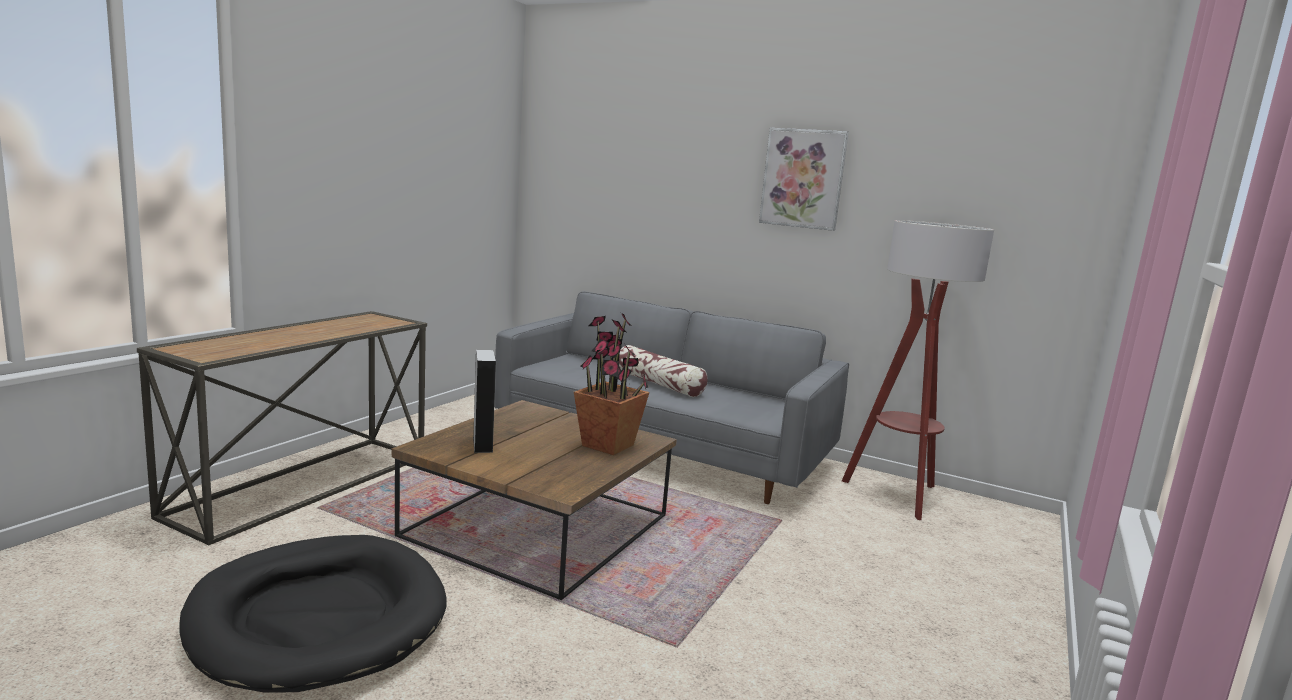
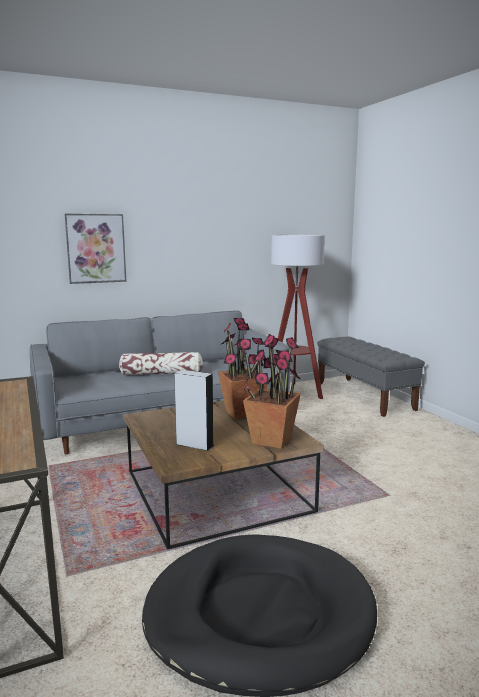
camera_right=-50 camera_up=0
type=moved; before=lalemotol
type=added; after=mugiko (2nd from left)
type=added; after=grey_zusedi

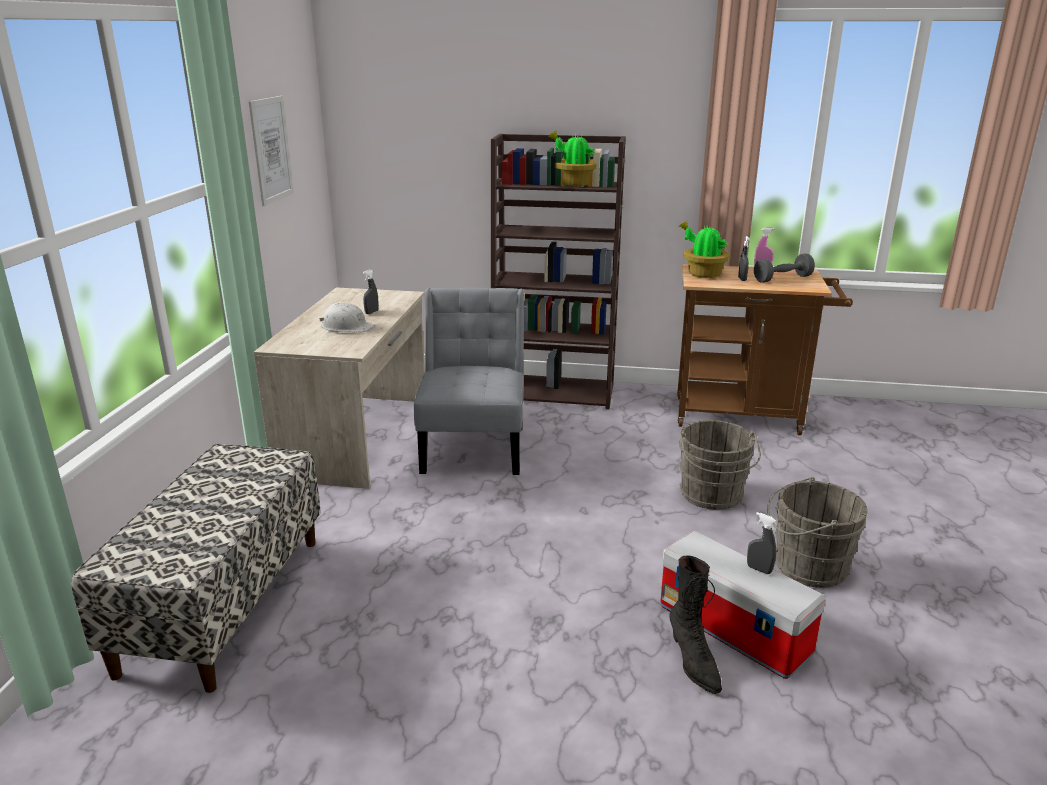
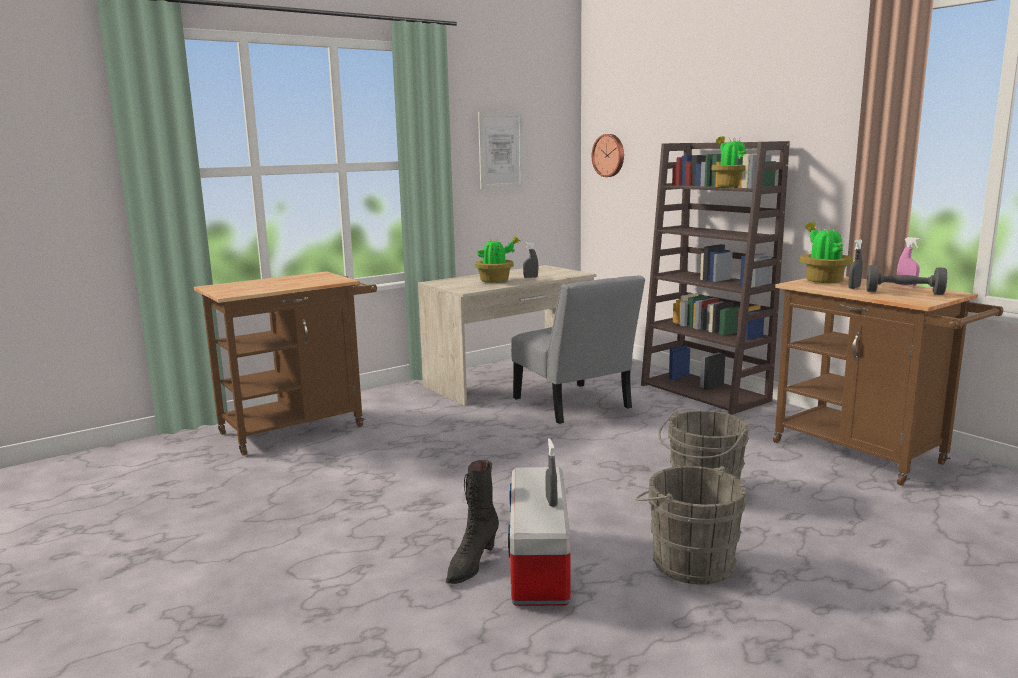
camera_right=45 camera_up=-10
type=replaced; before=zusedi; after=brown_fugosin (1st from left)
type=replaced; before=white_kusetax; after=mugiko (1st from left)
type=turned; before=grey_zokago; turn=105
type=added; after=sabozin

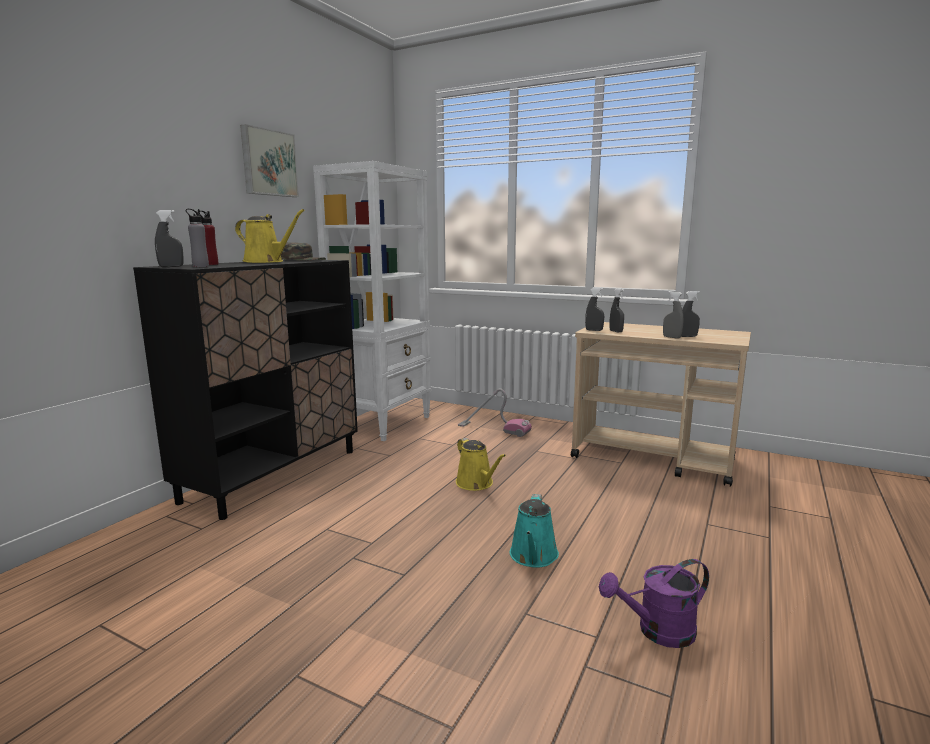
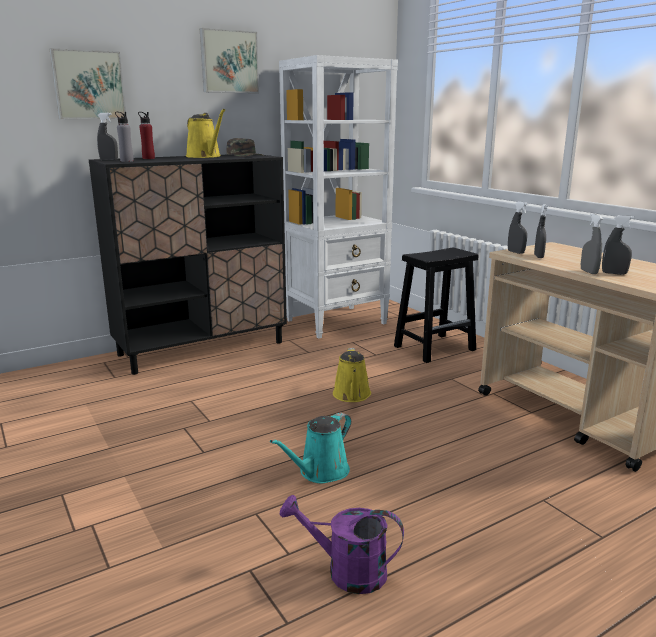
camera_right=30 camera_up=5
type=added; after=lalemotol (1st from left)
type=replaced; before=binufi; after=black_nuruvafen

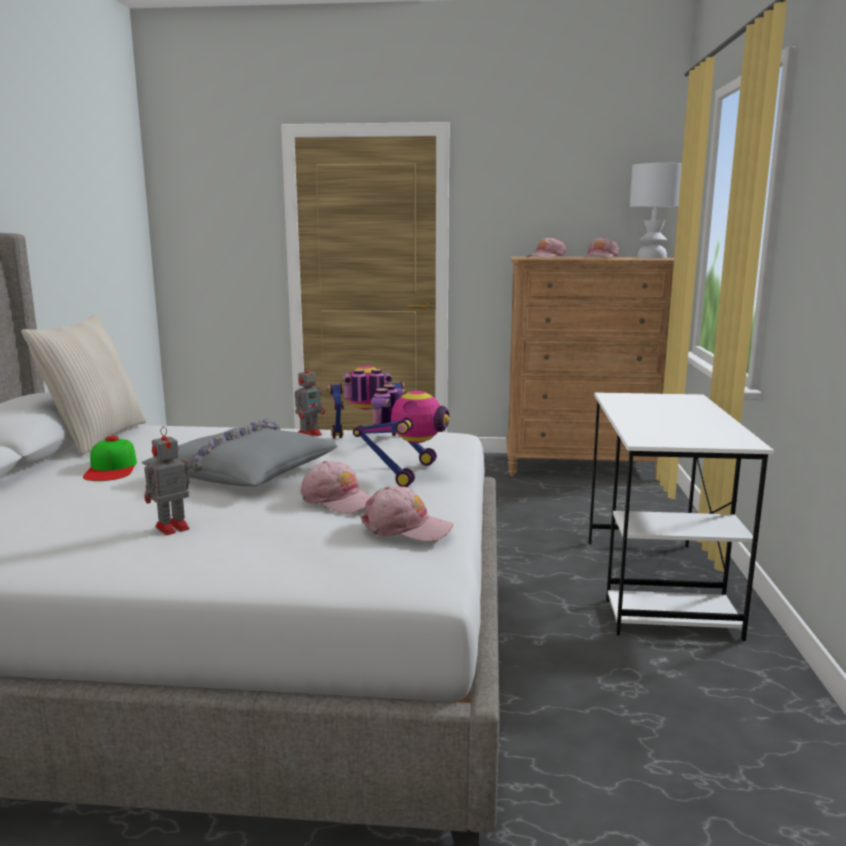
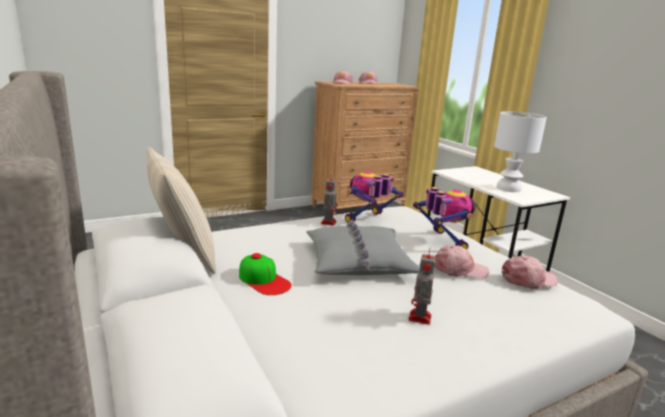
camera_right=-35 camera_up=5
type=moved; before=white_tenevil

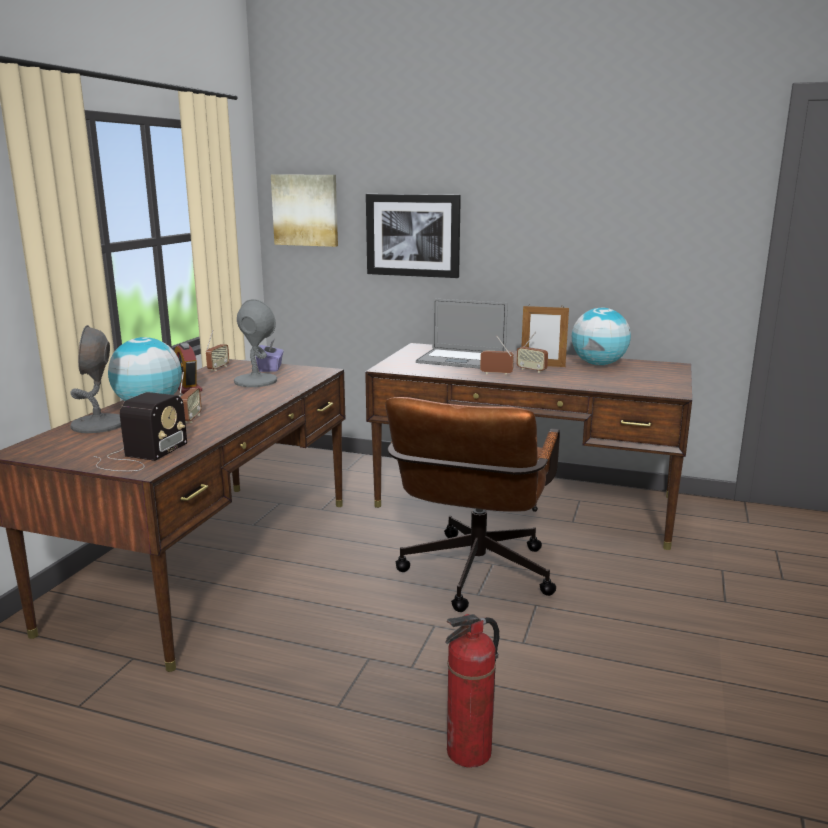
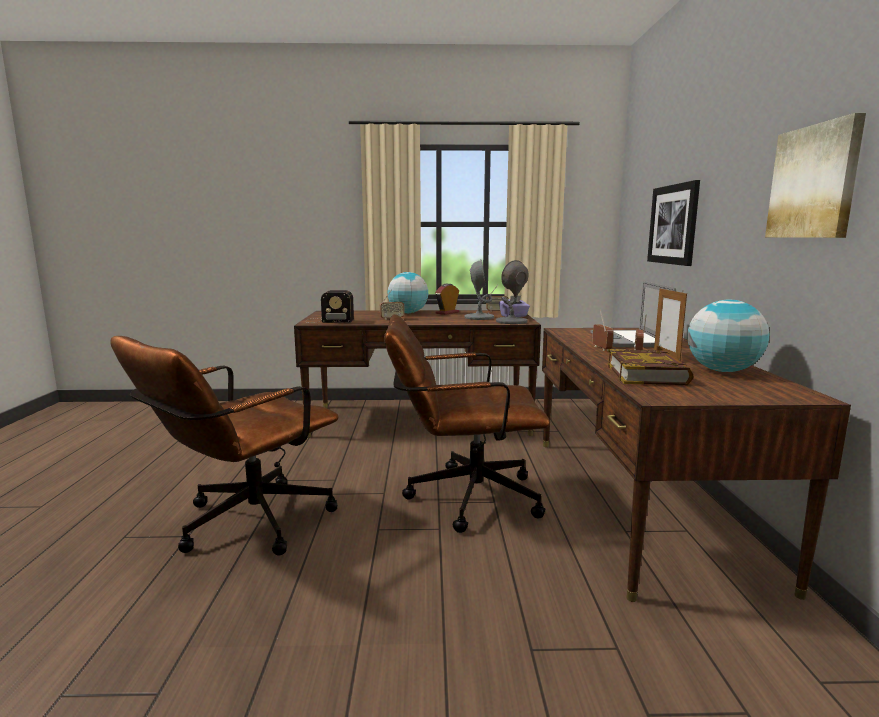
camera_right=70 camera_up=-5
type=replaced; before=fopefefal; after=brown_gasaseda (1st from left)
type=moved; before=grey_tenevil (1st from left in the first image); after=grey_tenevil (2nd from left)
type=added; after=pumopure
type=moved; before=lalemotol (1st from left in the first image); after=lalemotol (2nd from left)

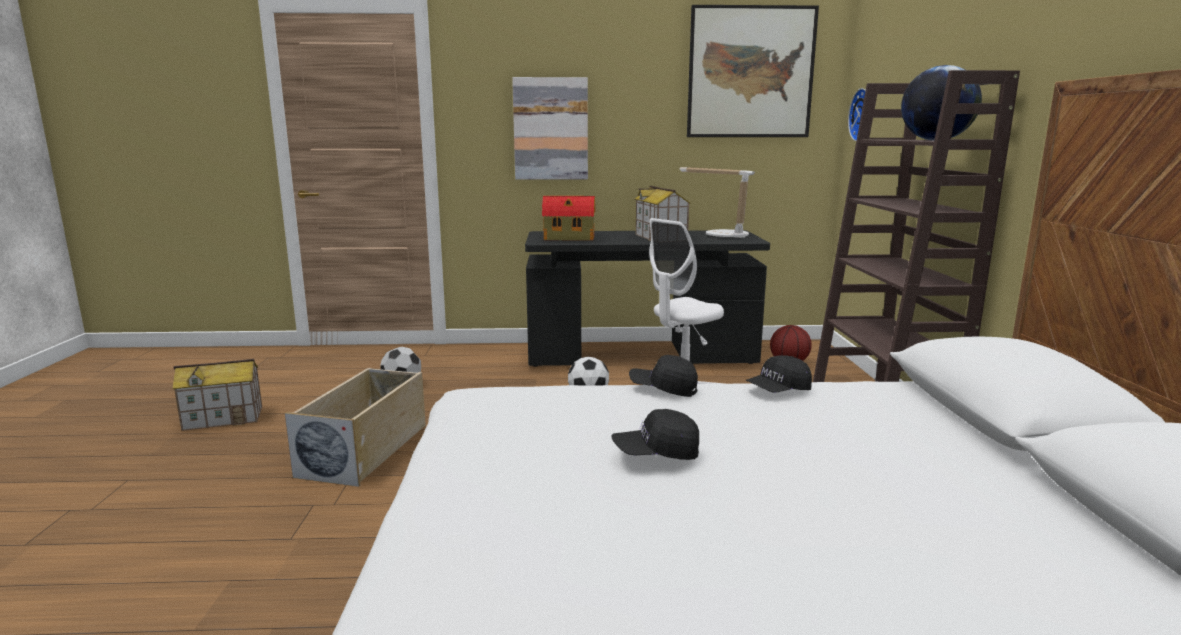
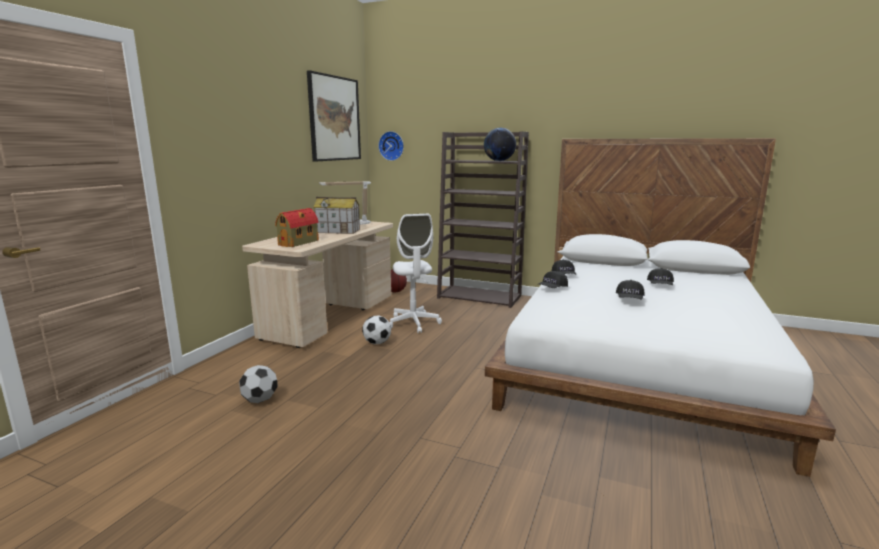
camera_right=-65 camera_up=0
type=recoloured; before=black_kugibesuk; after=beige_kugibesuk
type=added; after=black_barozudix (4th from left)
type=removed; before=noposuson (1st from left)
type=removed; before=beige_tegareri
type=removed; before=lalemotol (1st from left)

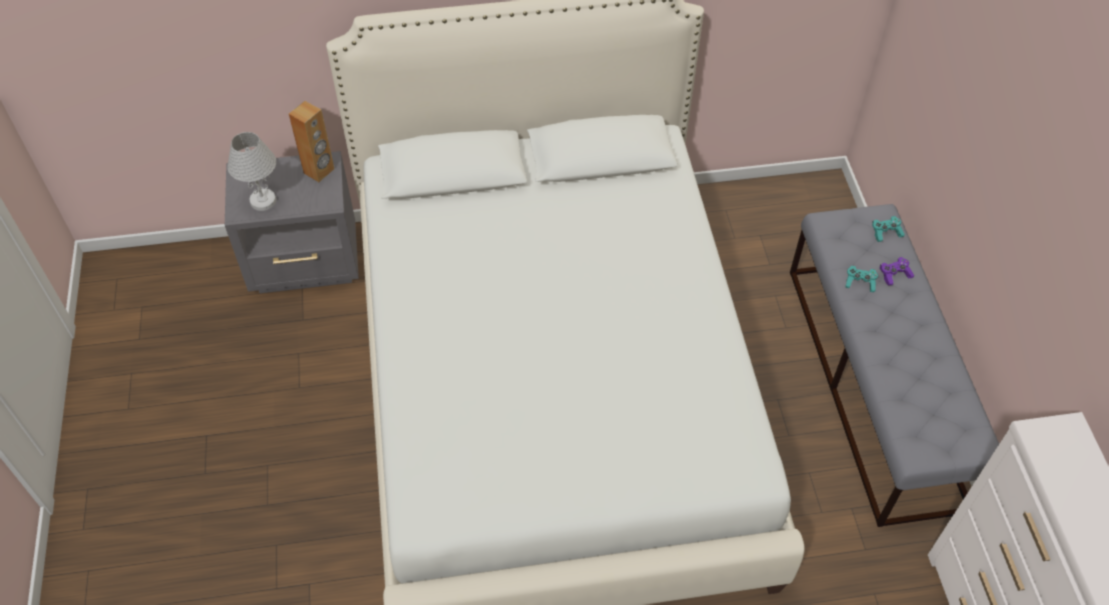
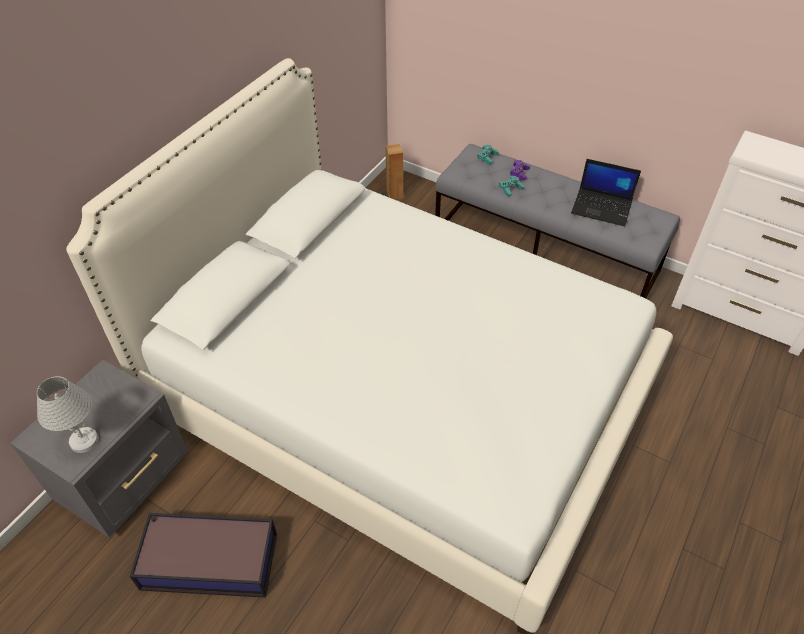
camera_right=-50 camera_up=-5
type=added; after=tegareri
type=moved; before=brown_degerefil
type=added; after=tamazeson

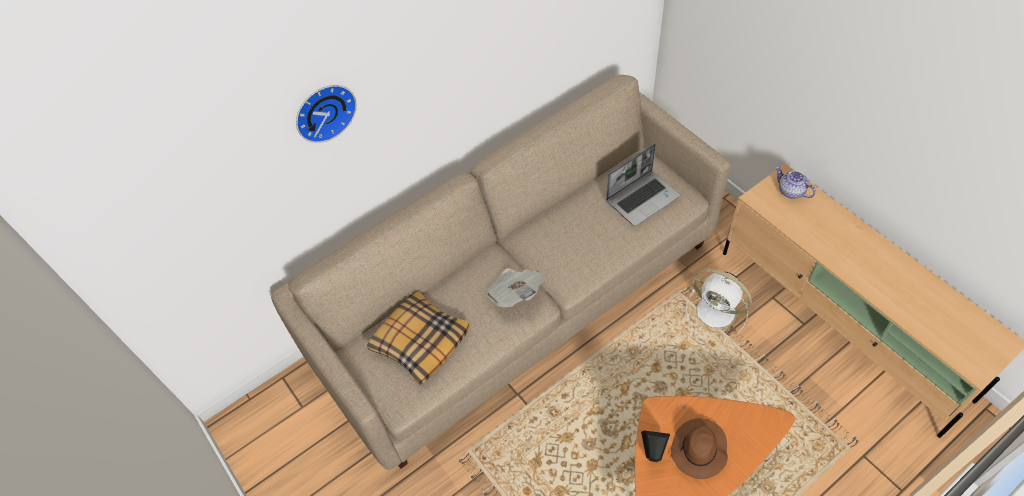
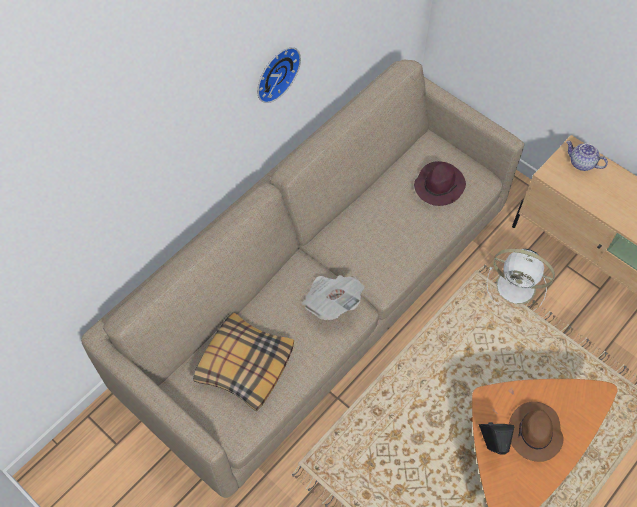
camera_right=-15 camera_up=5
type=moved; before=sabozin
type=replaced; before=tamazeson; after=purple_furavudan

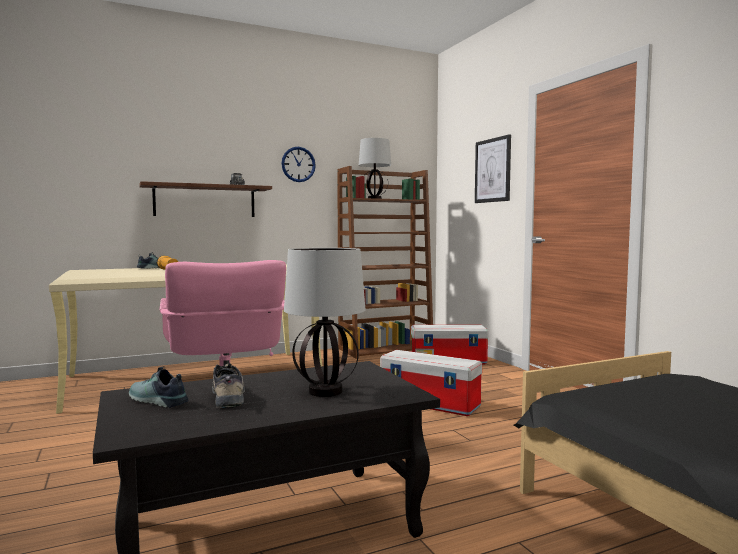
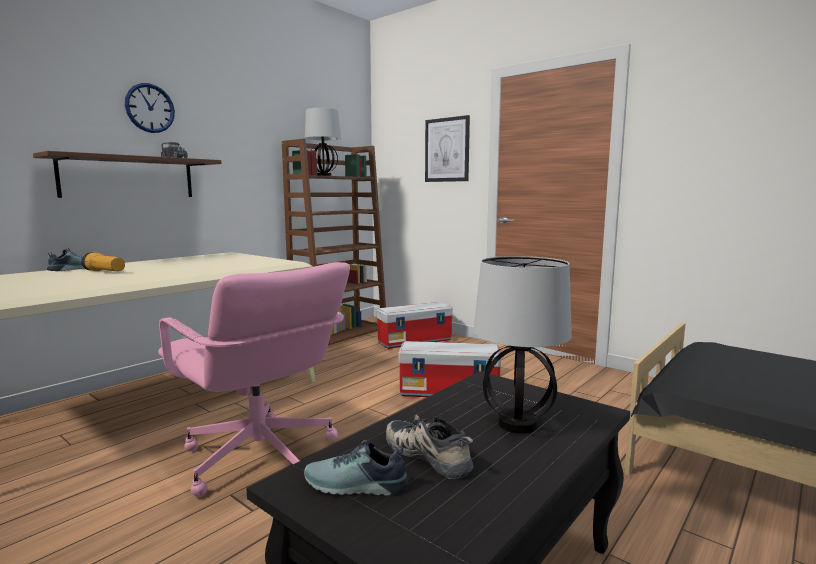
camera_right=-25 camera_up=5
type=moved; before=sabozin

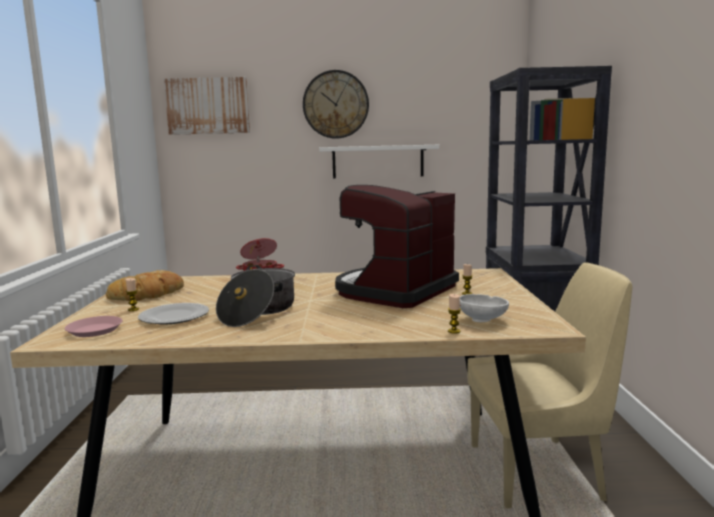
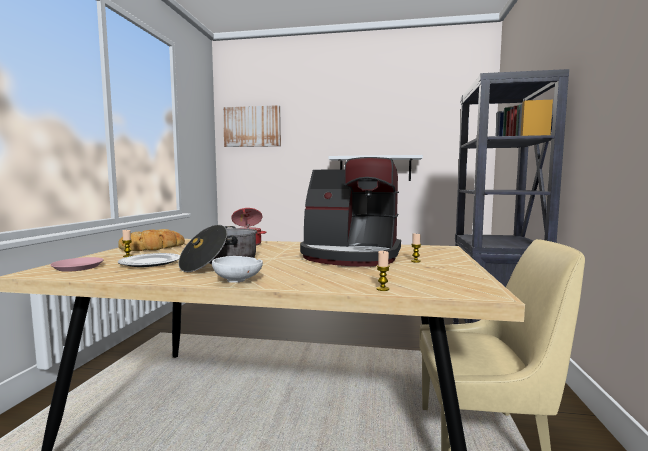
camera_right=10 camera_up=-5
type=moved; before=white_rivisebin
type=turned; before=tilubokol; turn=-120
type=removed; before=sabozin

